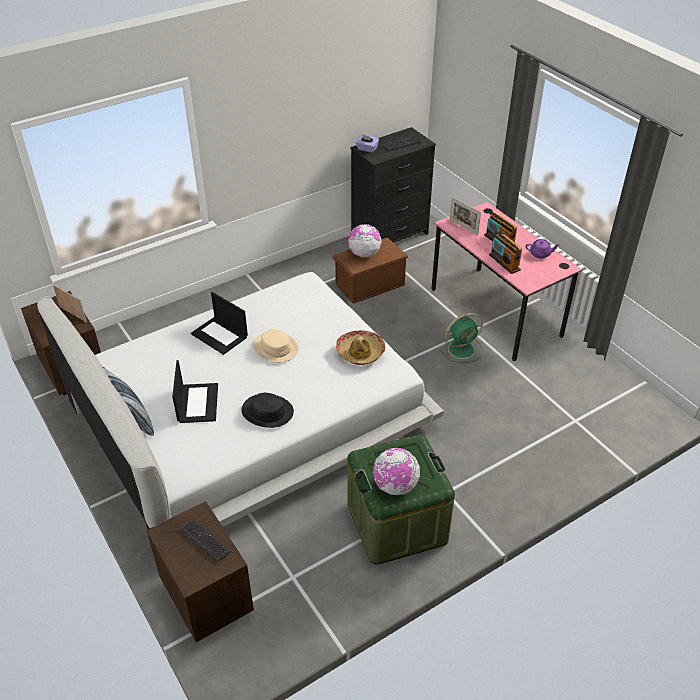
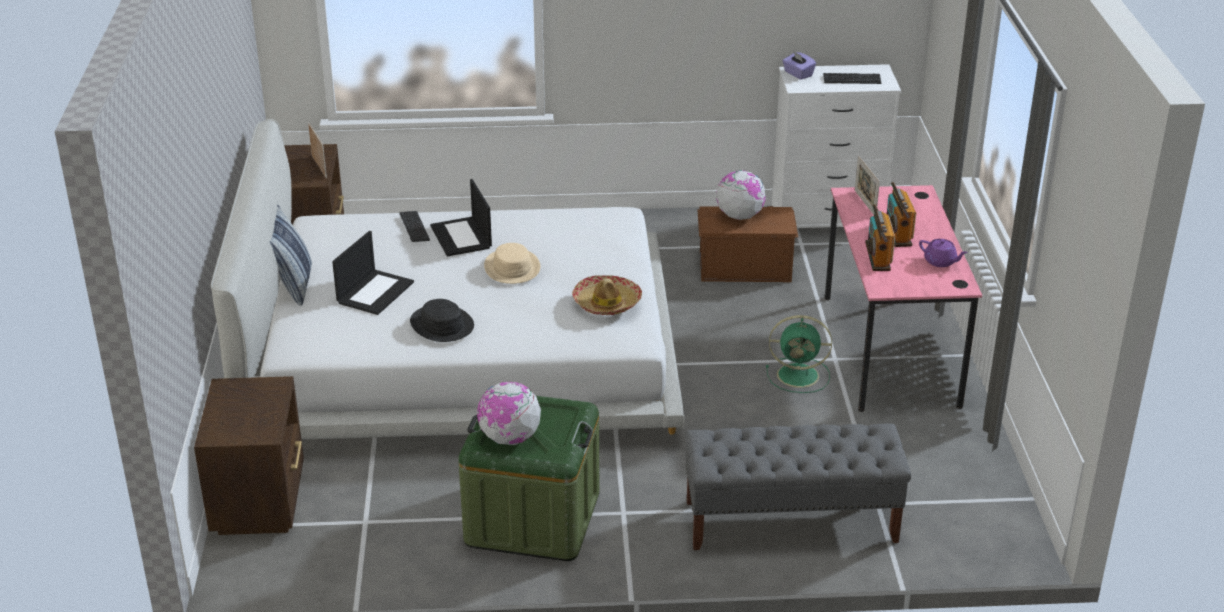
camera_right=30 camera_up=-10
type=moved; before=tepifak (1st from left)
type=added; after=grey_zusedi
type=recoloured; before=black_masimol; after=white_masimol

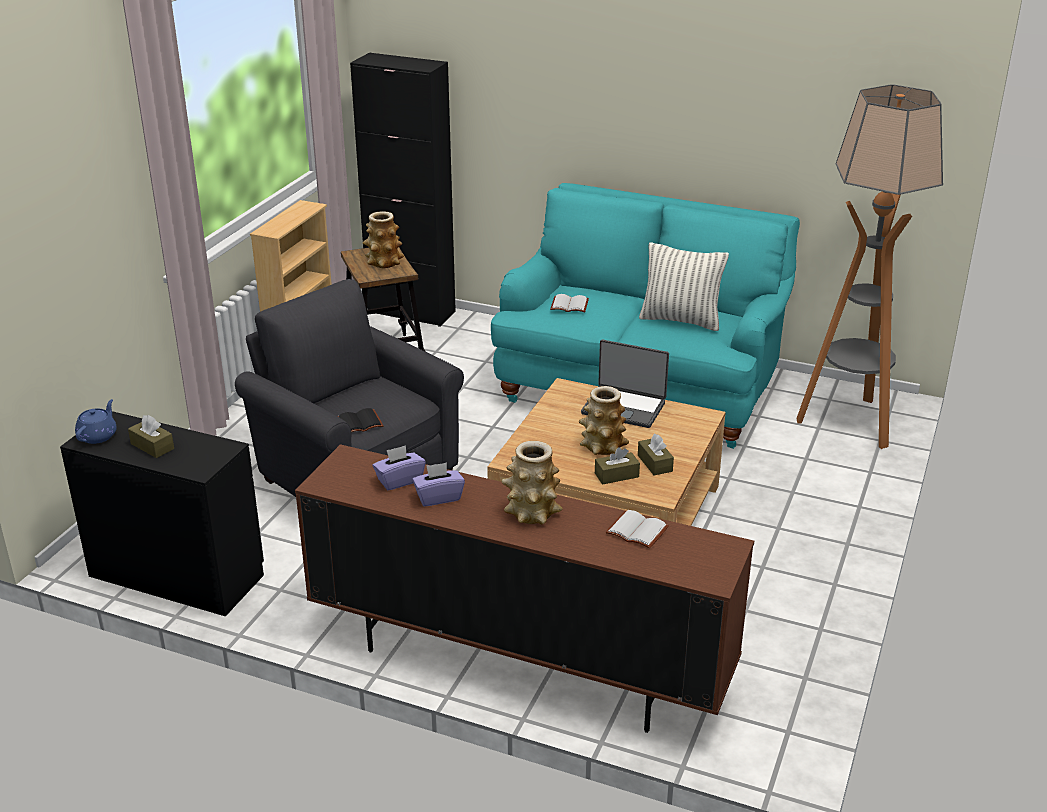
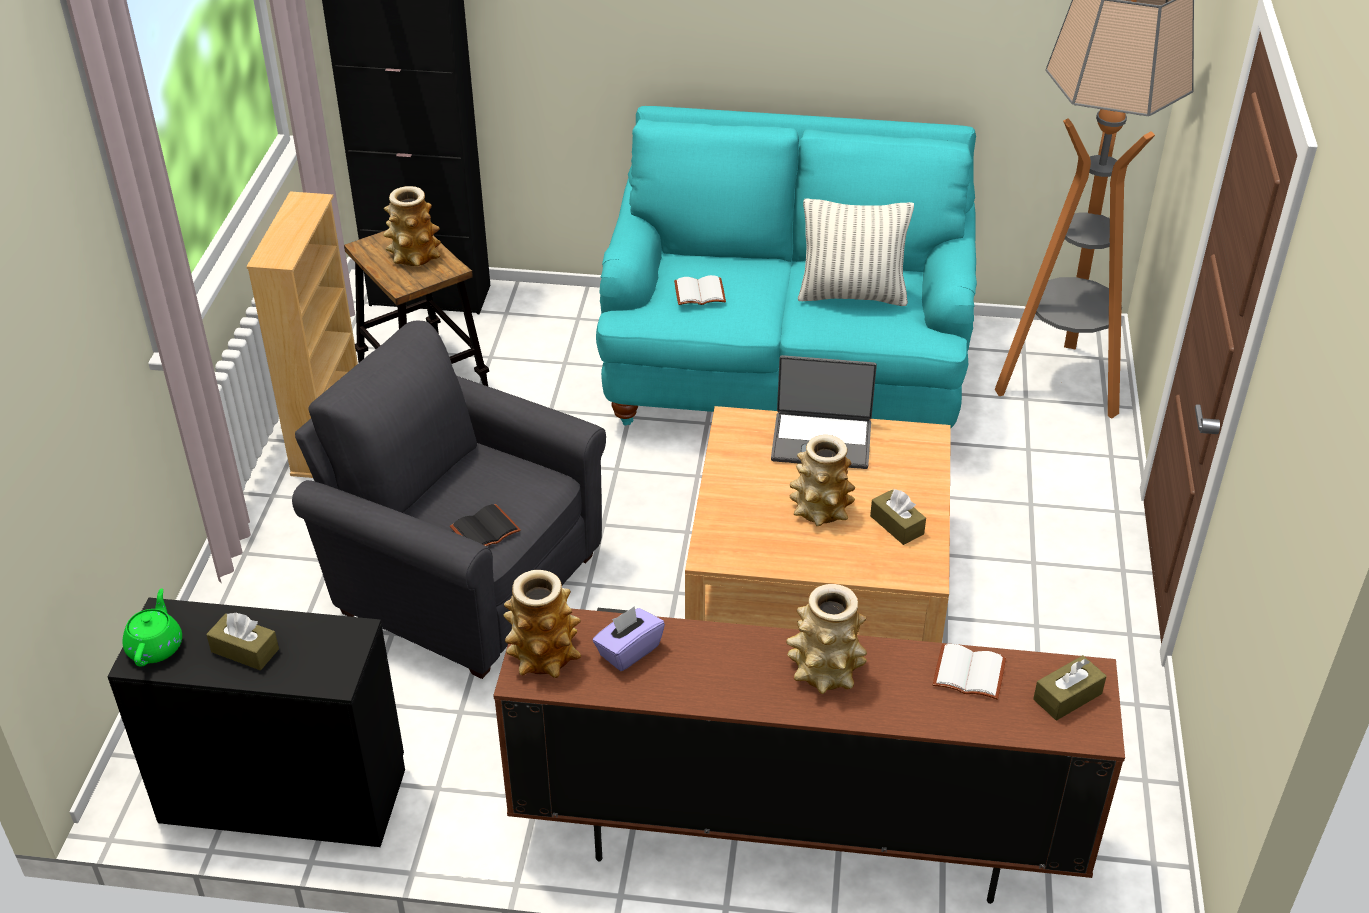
camera_right=-15 camera_up=10
type=recoloured; before=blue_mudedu; after=green_mudedu
type=added; after=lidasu (2nd from left)
type=moved; before=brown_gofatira (2nd from left in the first image); after=brown_gofatira (3rd from left)
type=removed; before=purple_gofatira (2nd from left)

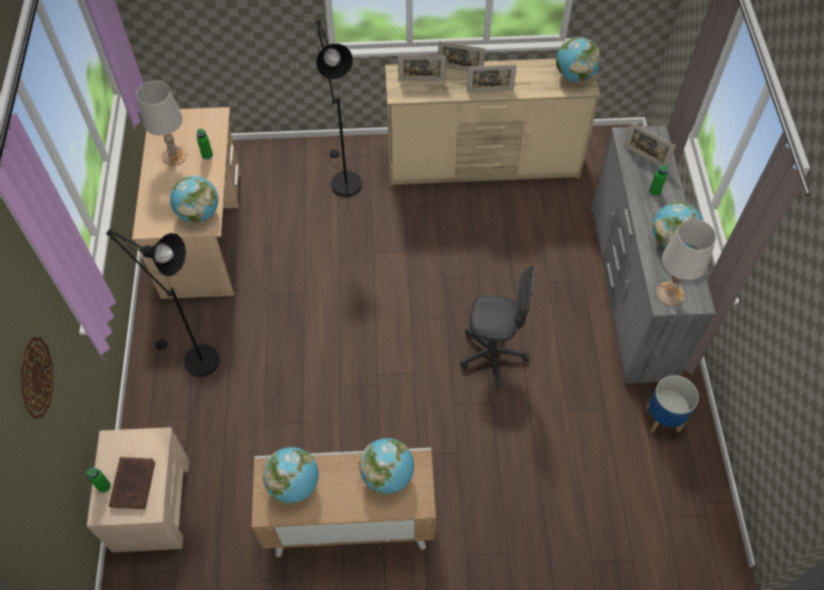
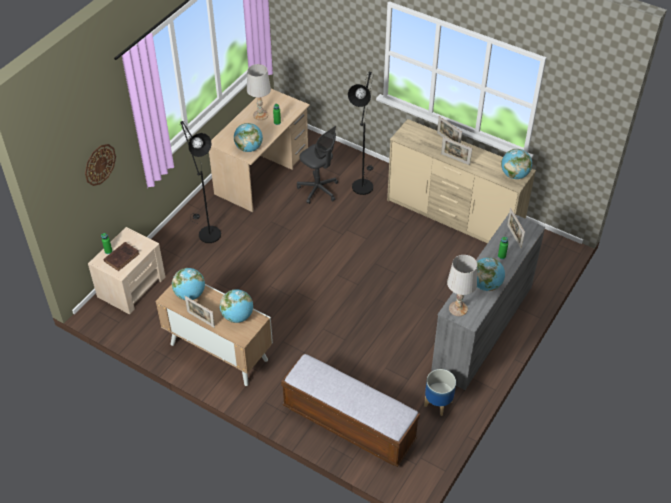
camera_right=35 camera_up=-10
type=moved; before=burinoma (1st from left)
type=added; after=zusedi
type=moved; before=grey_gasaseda

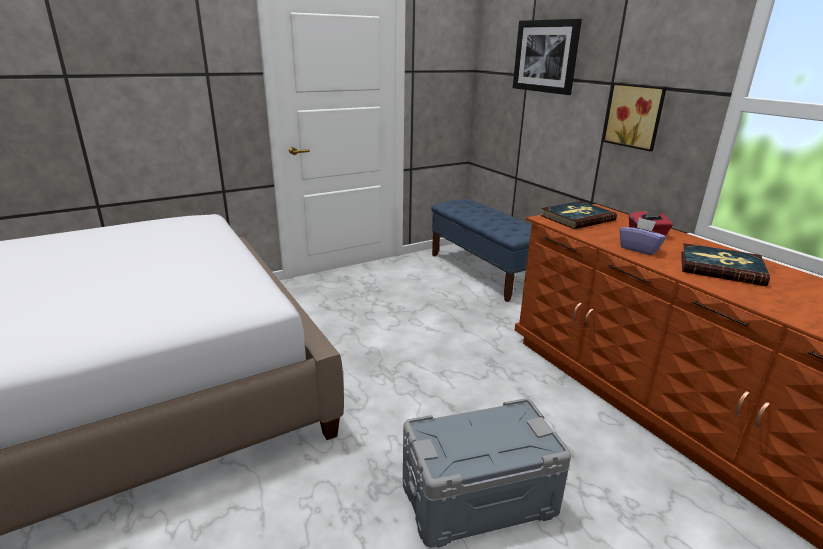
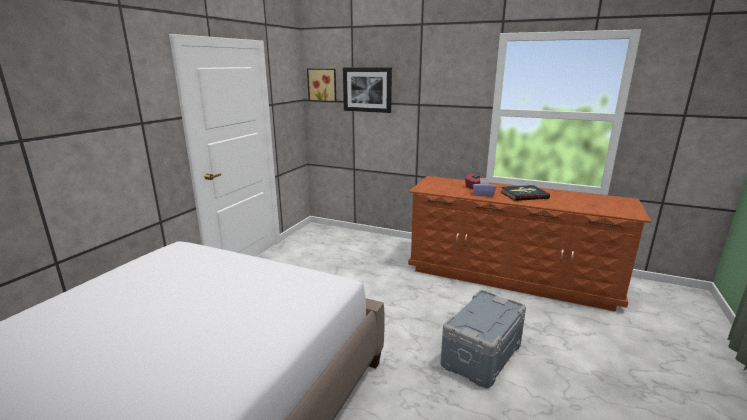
camera_right=-35 camera_up=-5
type=moved; before=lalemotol (2nd from left in the first image); after=lalemotol (1st from left)
type=removed; before=blue_zusedi
type=removed; before=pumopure (1st from left)

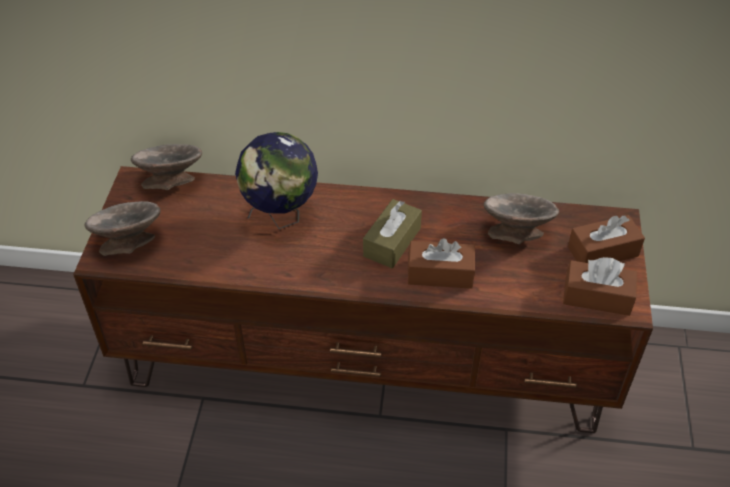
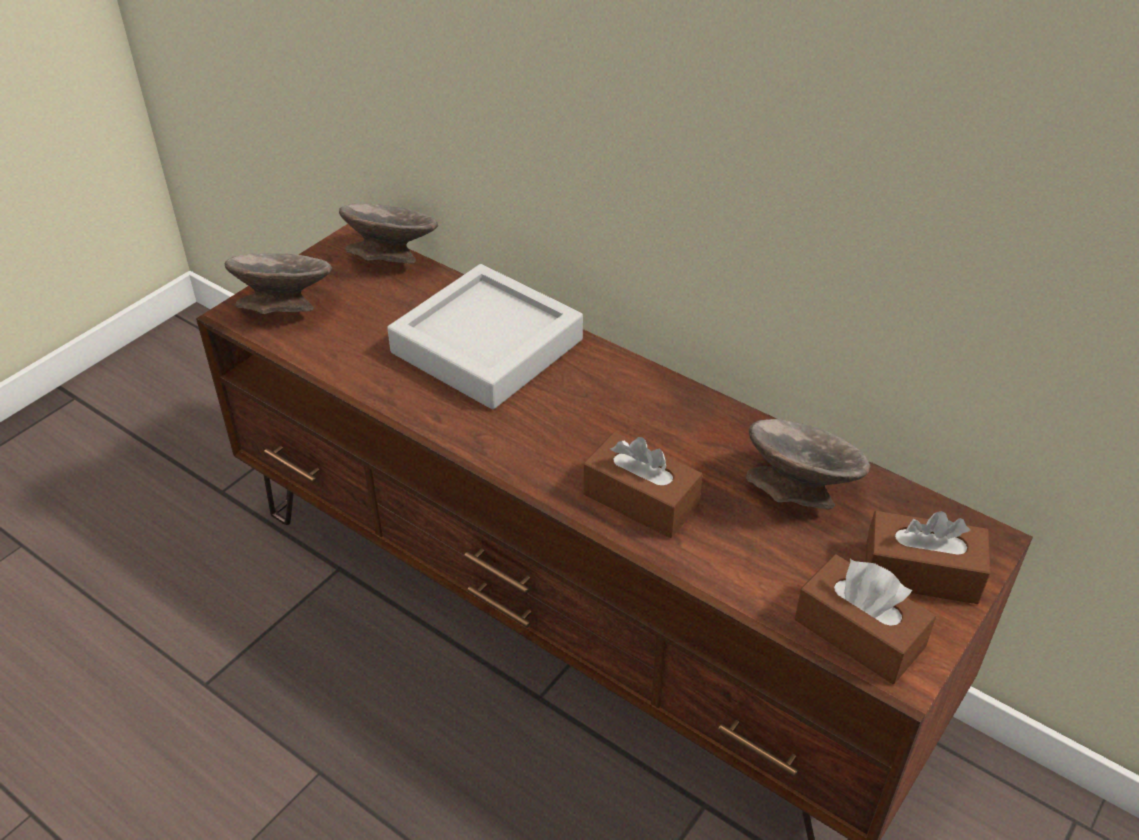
camera_right=30 camera_up=-5
type=replaced; before=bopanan; after=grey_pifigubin
type=removed; before=brown_gofatira (1st from left)

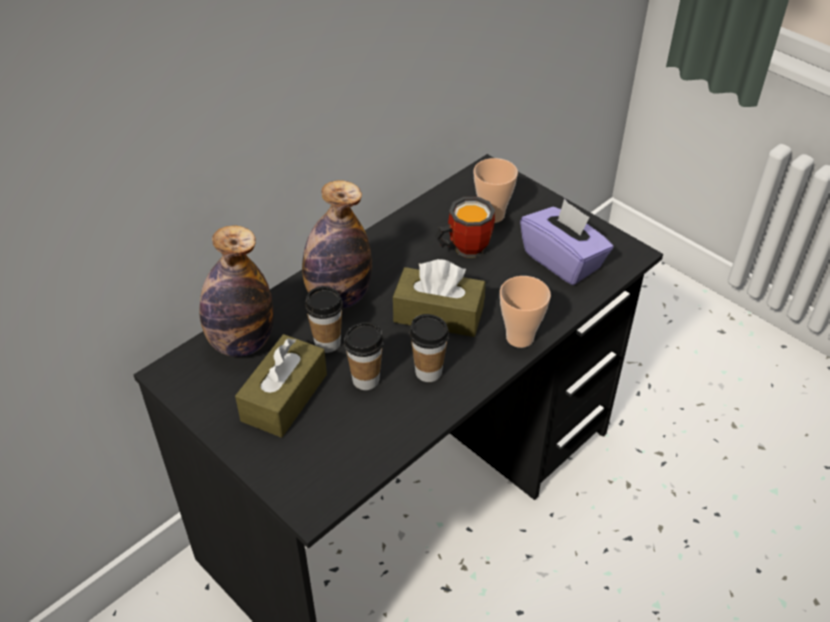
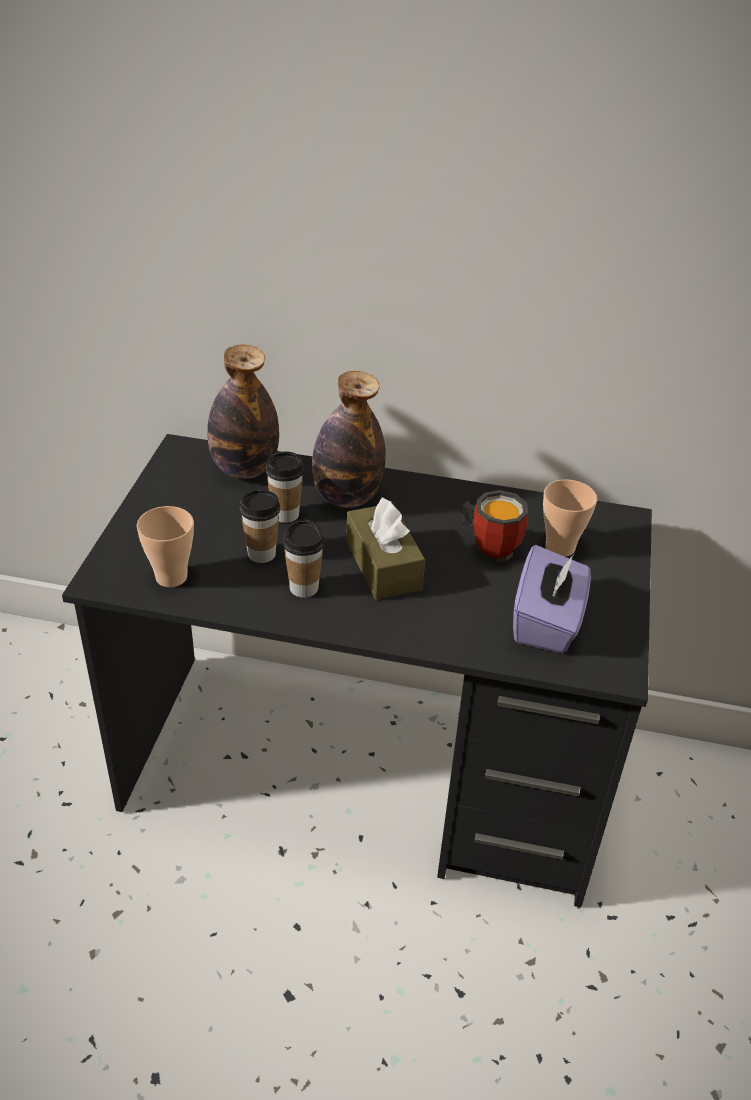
camera_right=55 camera_up=-5
type=moved; before=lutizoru (5th from left in the first image); after=lutizoru (1st from left)
type=removed; before=brown_gofatira (1st from left)

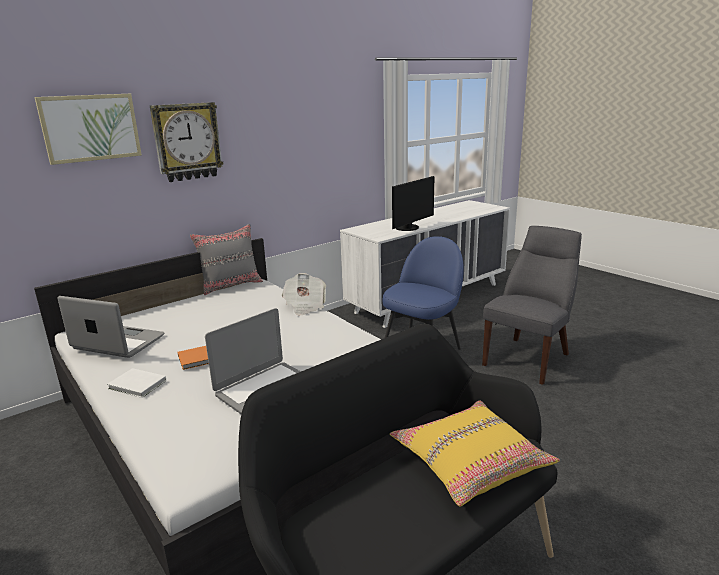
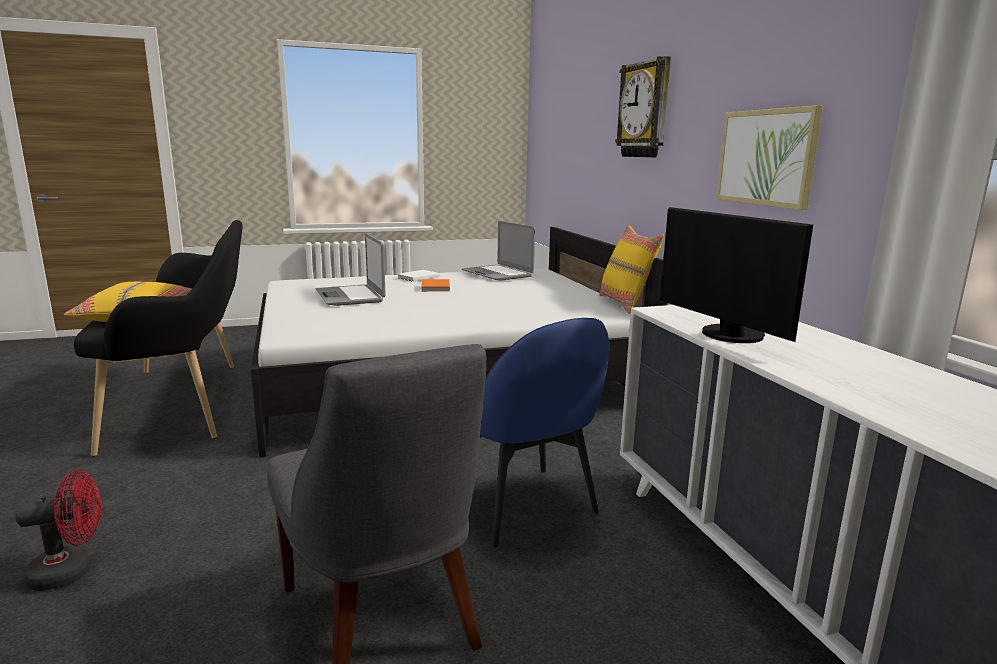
camera_right=110 camera_up=-5
type=added; after=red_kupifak
type=turned; before=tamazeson (1st from left in the first image); turn=105
type=recoloured; before=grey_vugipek; after=yellow_vugipek (2nd from left)
type=moved; before=lalemotol
type=removed; before=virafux

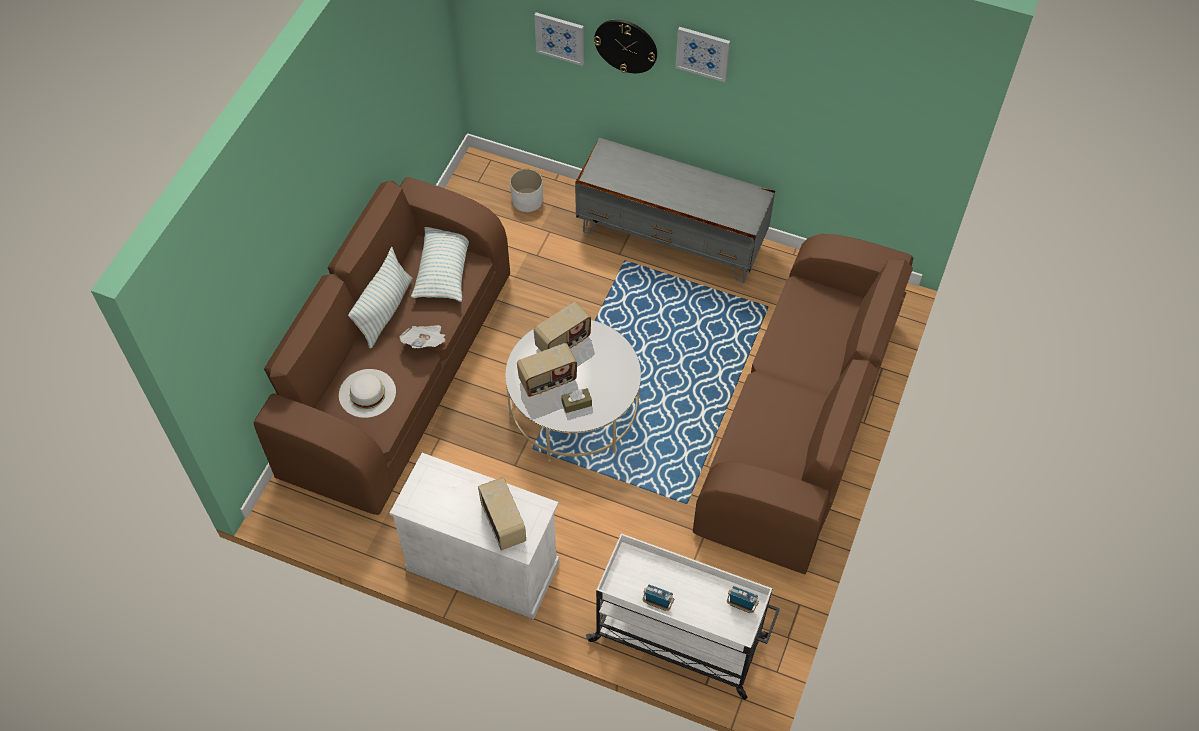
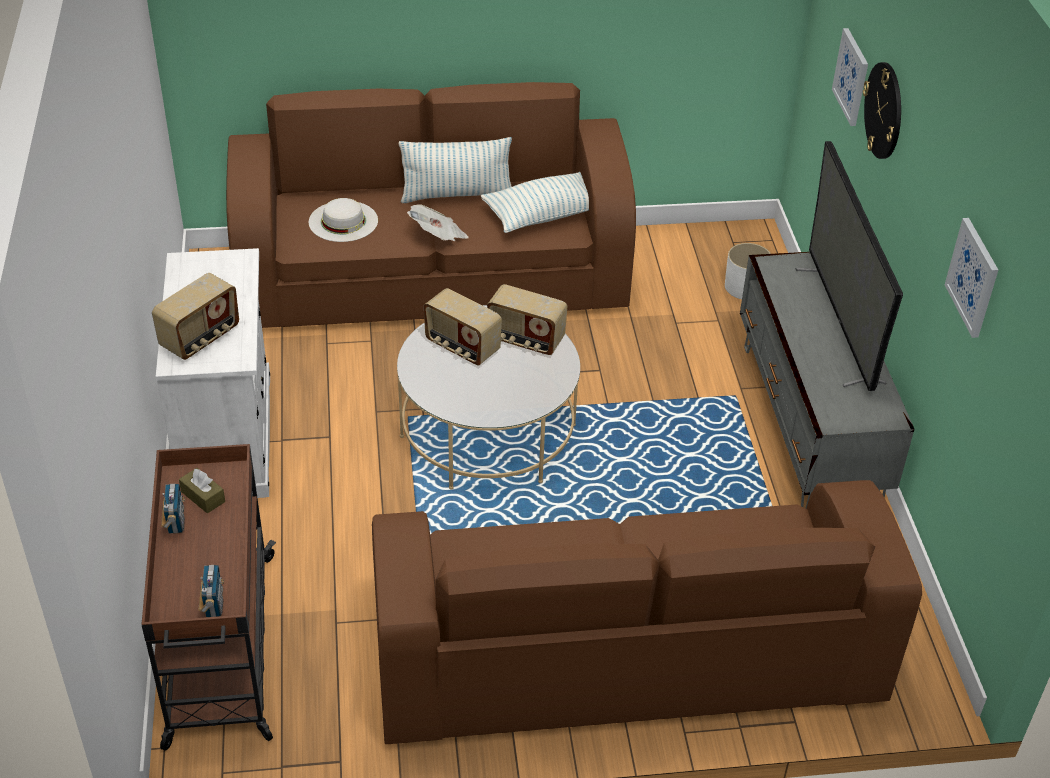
camera_right=60 camera_up=-15
type=recoloured; before=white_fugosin; after=brown_fugosin
type=moved; before=brown_gofatira
type=added; after=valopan
type=moved; before=lalemotol (2nd from left)

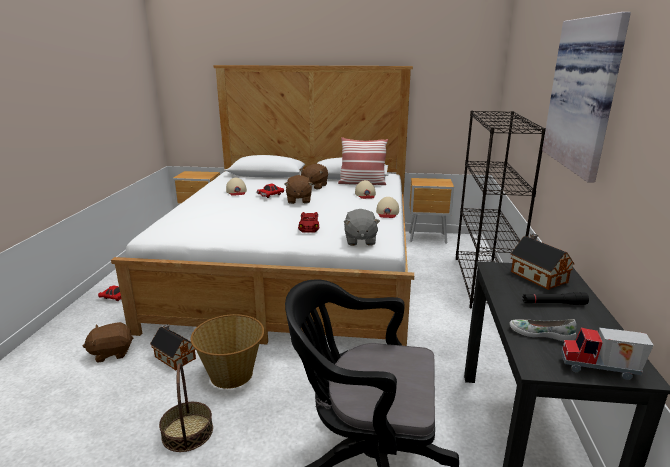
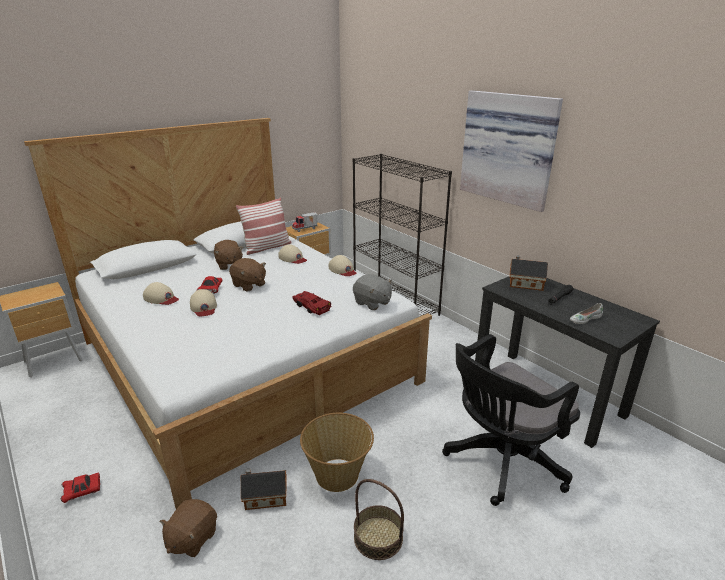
camera_right=-45 camera_up=5
type=added; after=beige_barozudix (2nd from left)
type=moved; before=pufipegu

